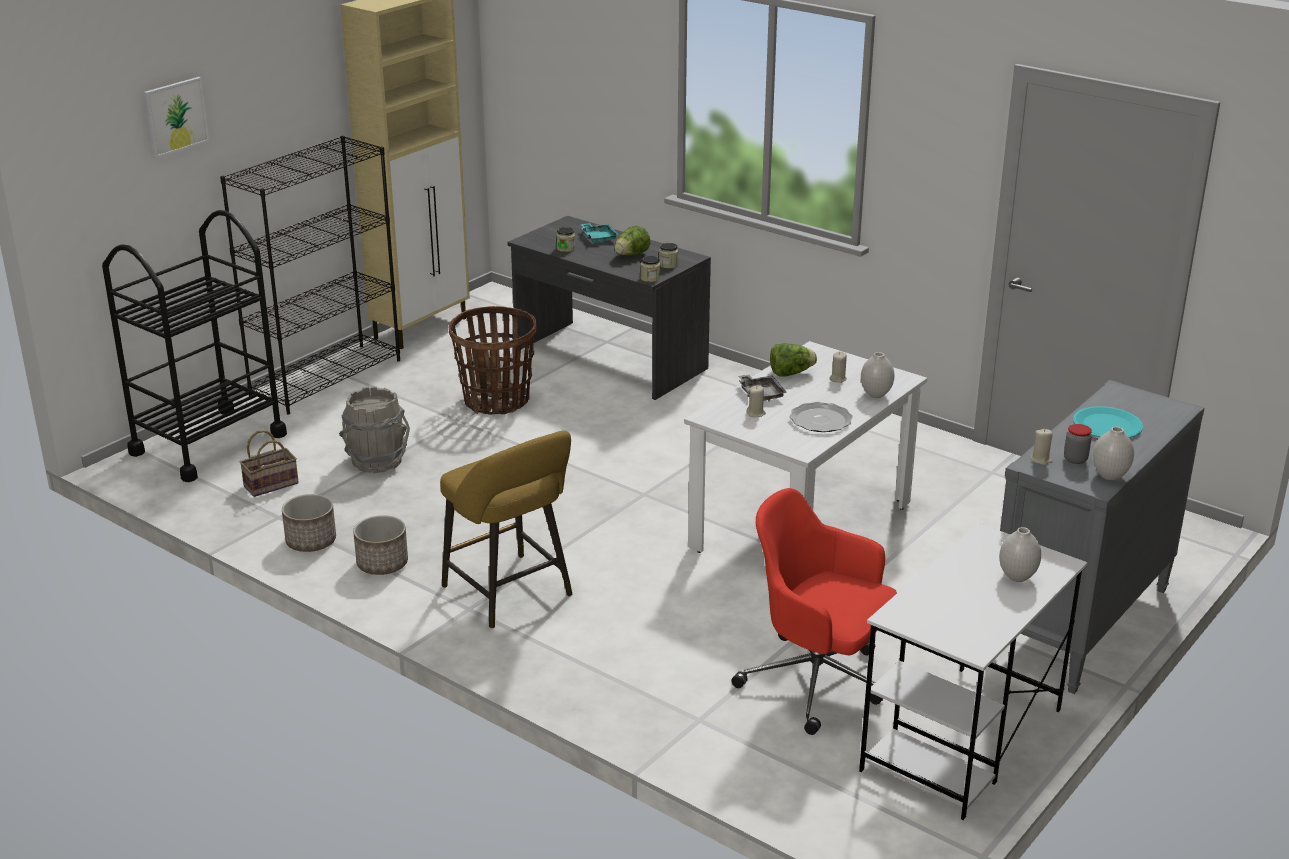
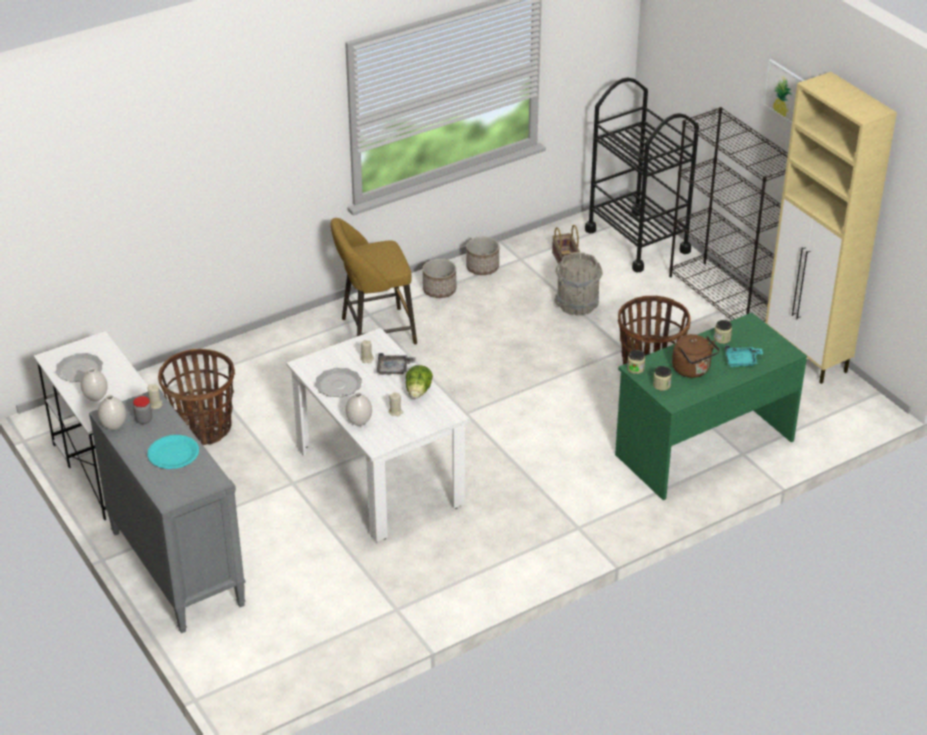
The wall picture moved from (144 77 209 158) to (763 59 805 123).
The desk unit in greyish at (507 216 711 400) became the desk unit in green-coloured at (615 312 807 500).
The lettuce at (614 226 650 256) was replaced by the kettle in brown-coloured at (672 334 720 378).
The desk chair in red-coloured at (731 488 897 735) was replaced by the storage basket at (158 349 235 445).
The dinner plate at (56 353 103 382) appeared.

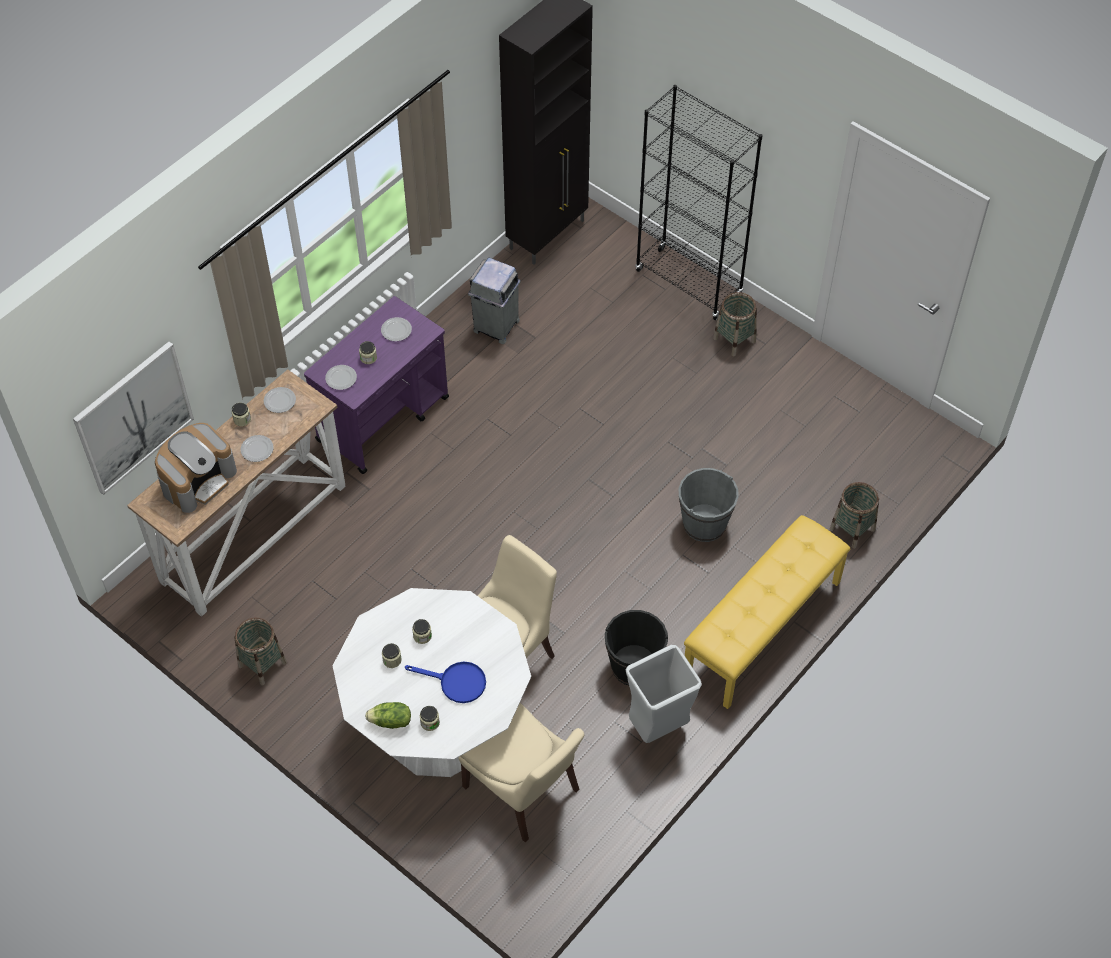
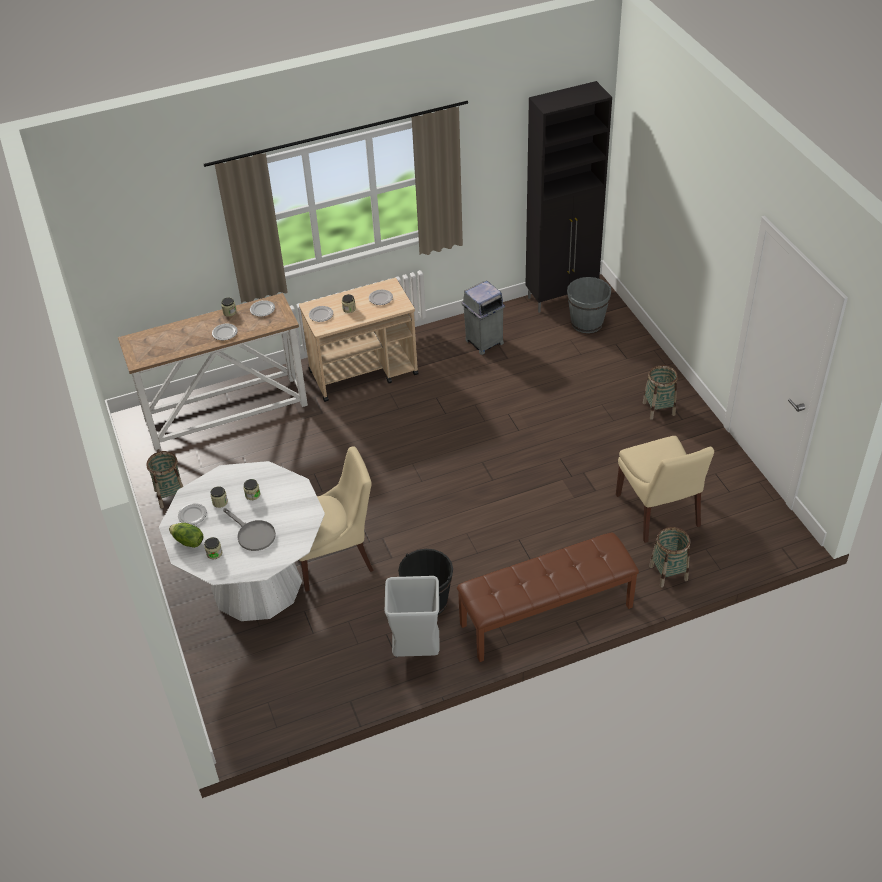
The wall picture at (73 342 194 495) disappeared.
The coffee maker at (155 423 237 513) disappeared.
The cart in purple at (304 296 449 474) became the cart in beige-coloured at (299 278 419 402).
The pan in bluish at (405 661 486 703) became the pan in greyish at (223 508 276 551).
The chair in beige-coloured moved from (458 703 584 843) to (616 436 714 543).
The bookcase in black at (635 85 763 320) disappeared.
The pail in greyish moved from (679 468 739 542) to (567 277 611 333).
The indoor bench in yellowish at (684 515 851 709) became the indoor bench in brown-coloured at (457 532 639 662).
The dinner plate at (178 503 207 525) appeared.

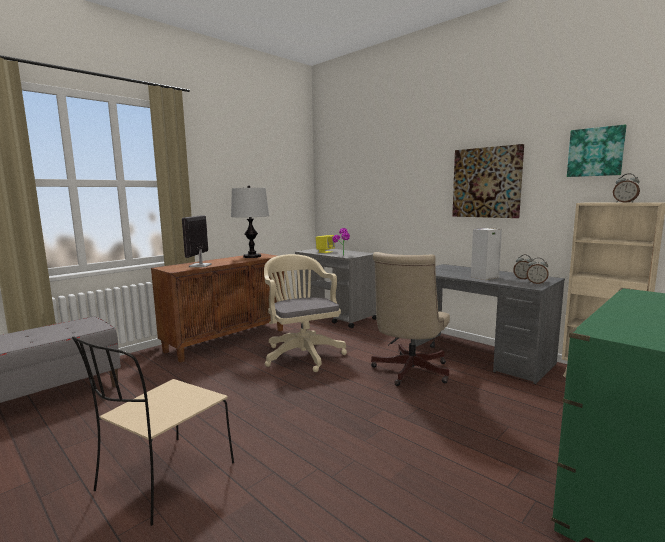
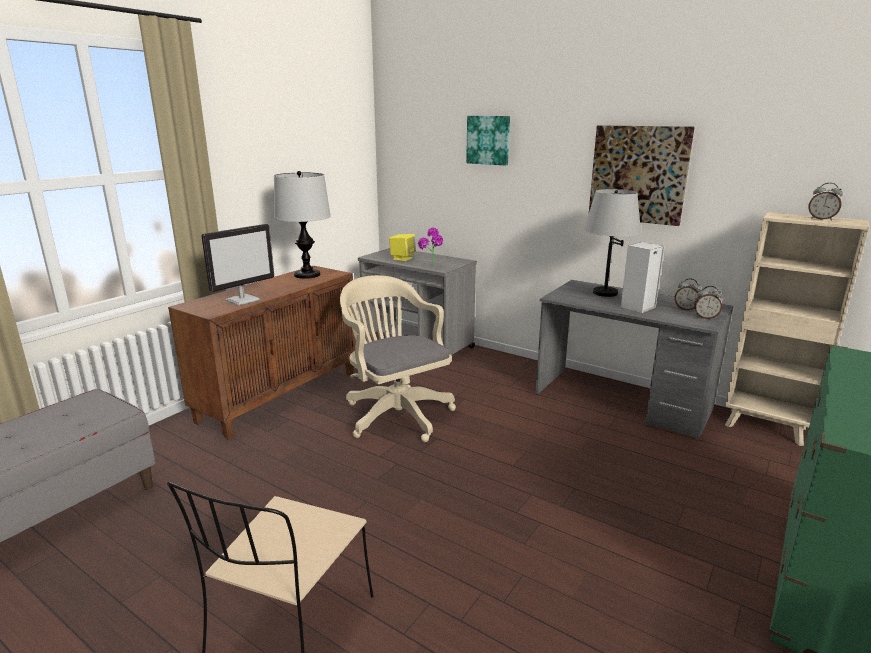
The computer screen at (182 215 212 267) turned 135 degrees counterclockwise.
The desk chair in beige-coloured at (371 252 450 386) disappeared.
The wall picture moved from (567 125 627 177) to (466 116 510 165).
The lamp for a table in greyish at (584 189 641 297) appeared.

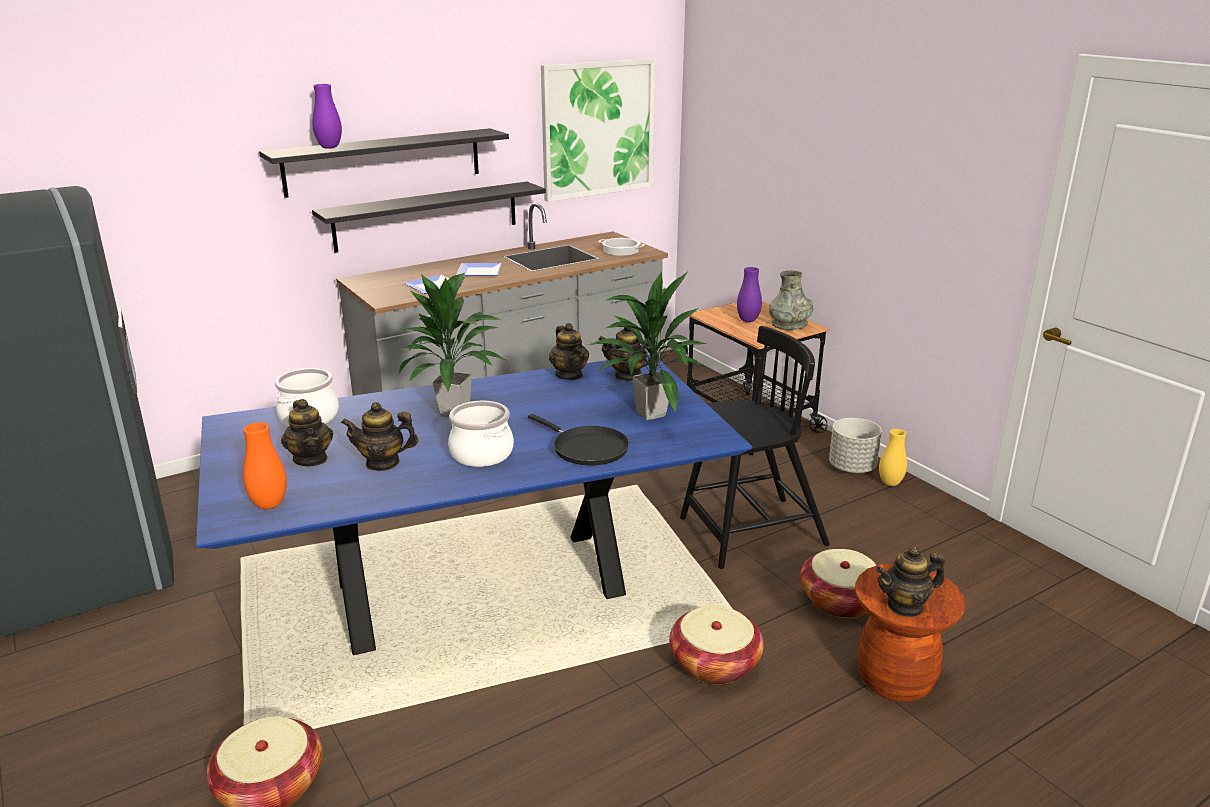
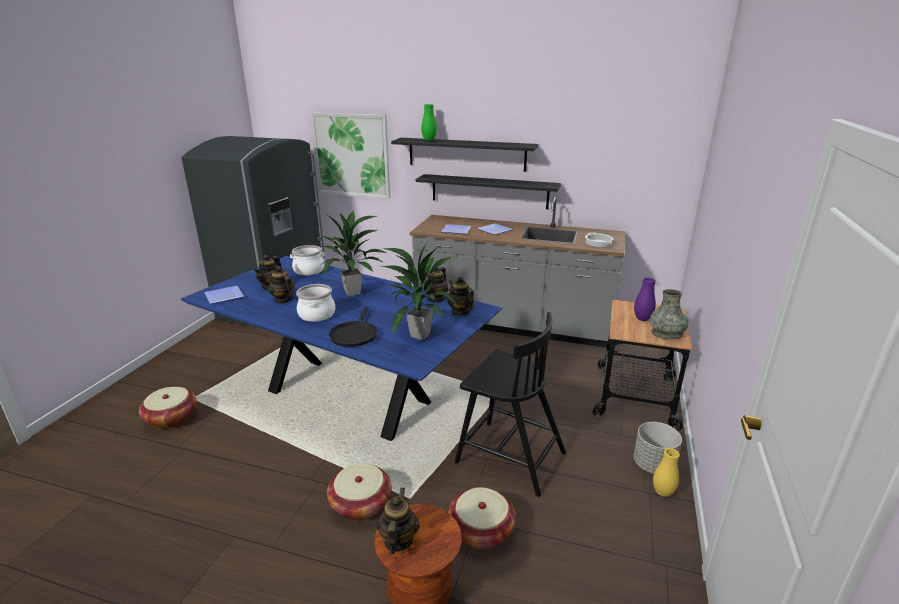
The decorative vase in orangey at (243 422 287 509) was replaced by the dinner plate at (204 286 244 304).
The decorative vase in purple at (312 84 342 149) became the decorative vase in green-coloured at (421 104 437 141).
The wall picture moved from (541 58 656 202) to (310 112 391 199).
The teapot at (876 546 945 617) turned 60 degrees clockwise.

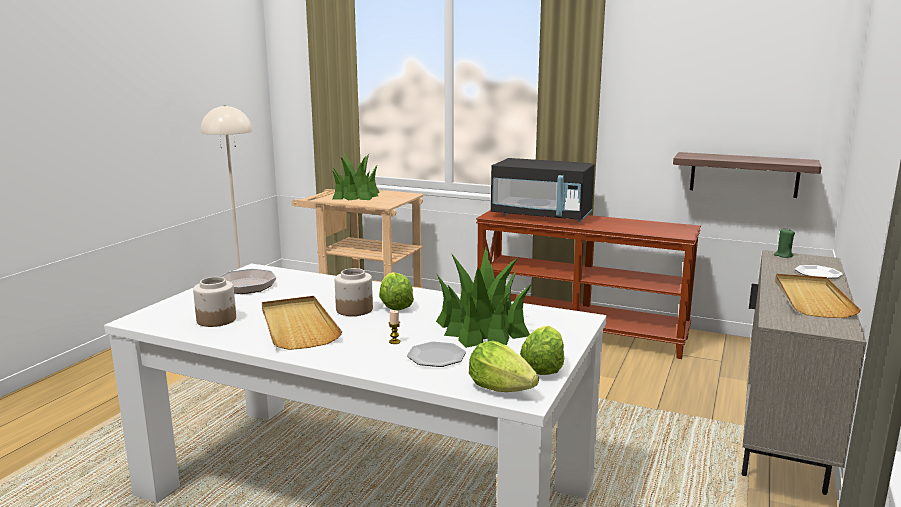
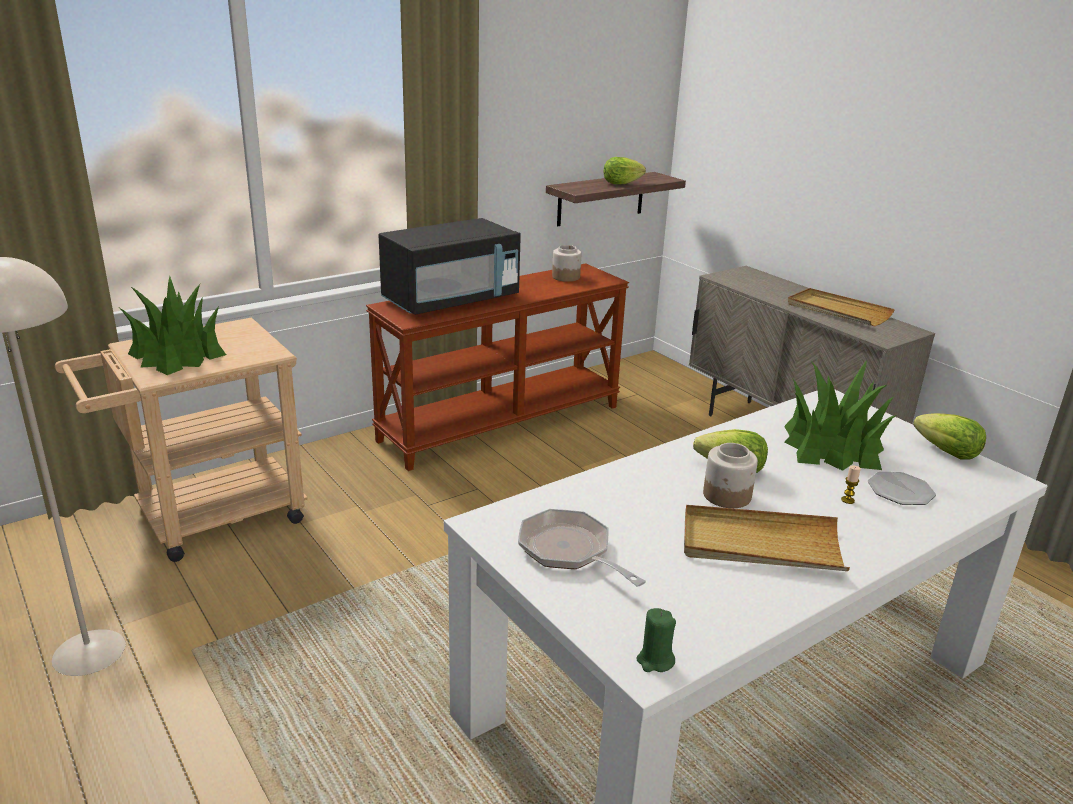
The storage jar moved from (193 277 236 327) to (552 245 581 282).
The lettuce moved from (469 340 539 392) to (604 157 646 184).
The wax light in green-coloured moved from (774 228 795 258) to (636 608 676 672).
The dinner plate at (795 265 843 278) disappeared.

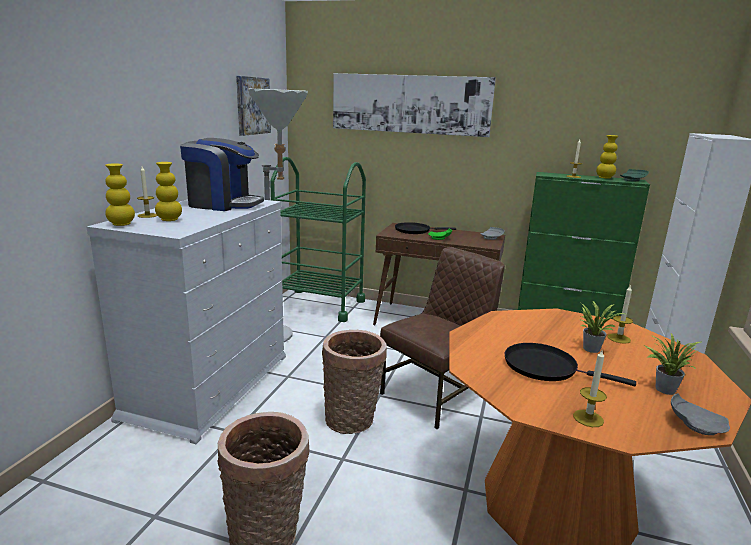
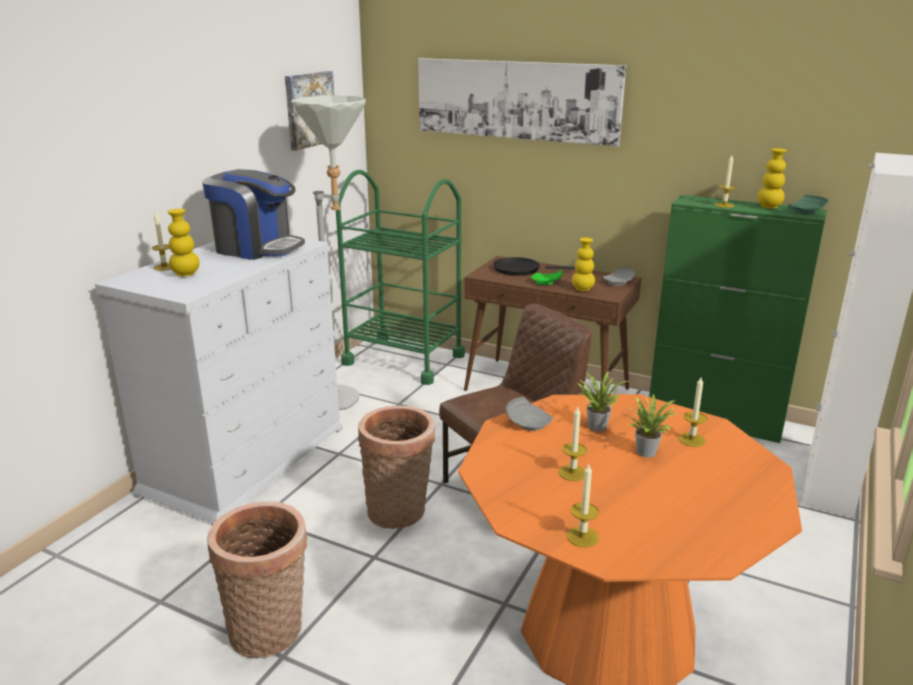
The decorative vase in yellowish moved from (105 163 135 226) to (572 238 595 291).
The pan in black at (505 343 636 386) was replaced by the wax light at (559 407 587 481).
The plant in a pot moved from (644 333 701 395) to (577 371 629 432).
The dinner plate in greyish moved from (671 393 730 435) to (506 397 553 431).

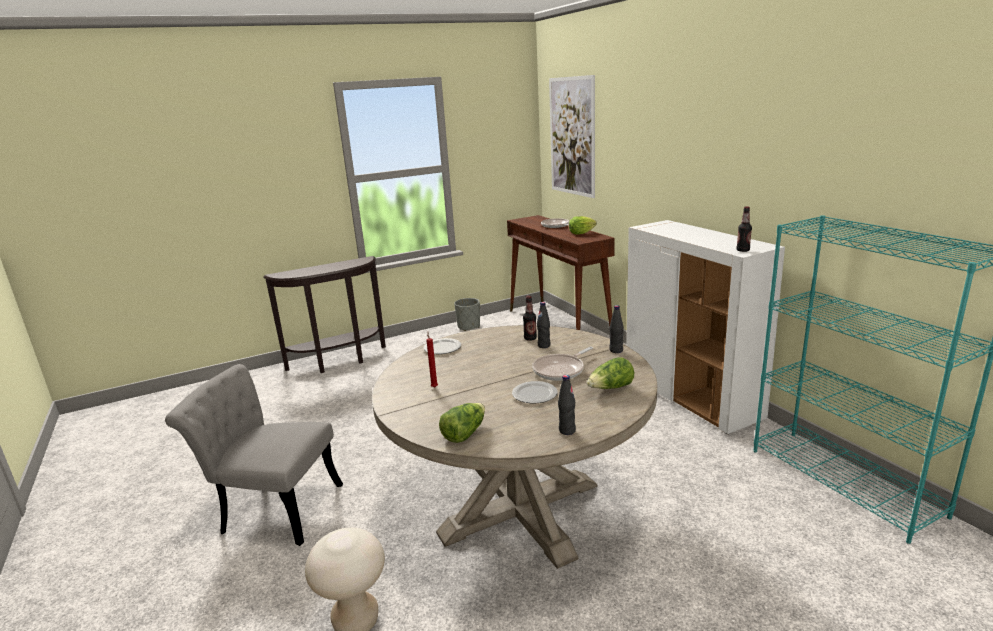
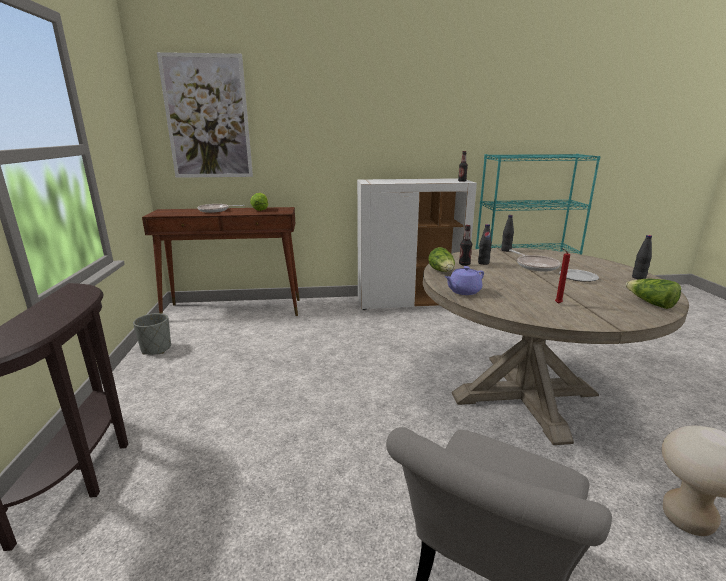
The dinner plate at (424 338 461 354) was replaced by the teapot in purple at (445 266 484 295).
The lettuce moved from (587 357 634 389) to (428 247 455 272).

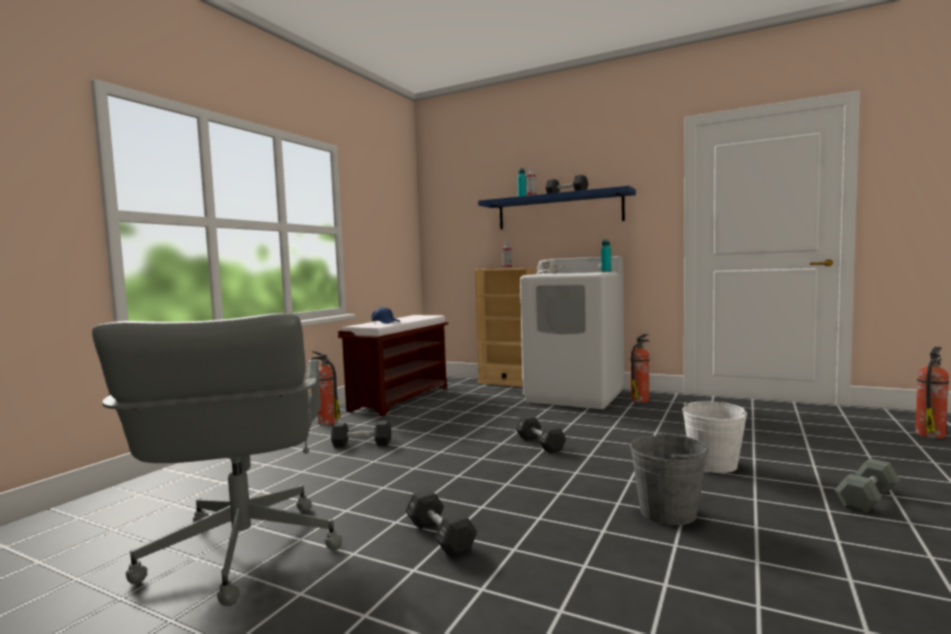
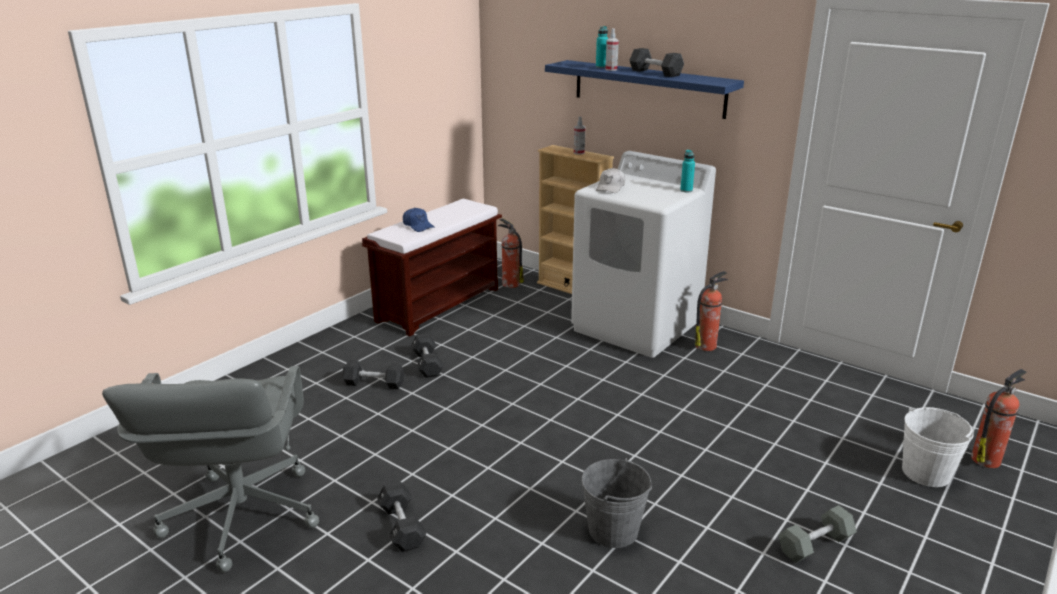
The extinguisher moved from (311 351 341 425) to (498 218 524 288).
The hand weight in black moved from (516 415 566 453) to (411 334 443 378).
The pail in whitish moved from (682 401 747 473) to (902 407 974 487).

